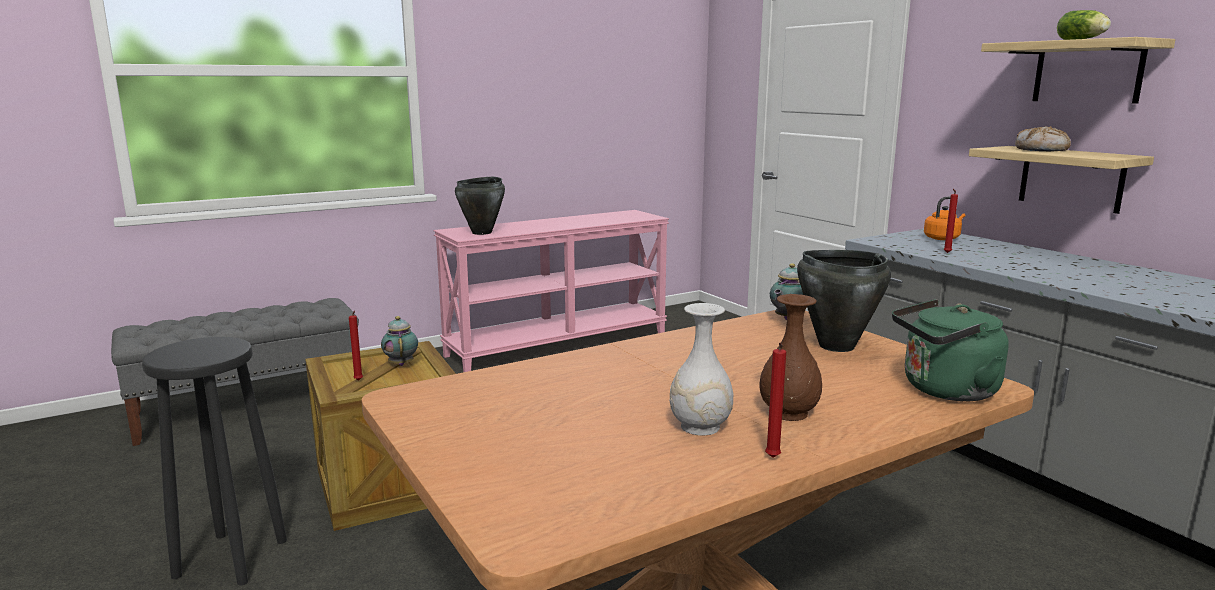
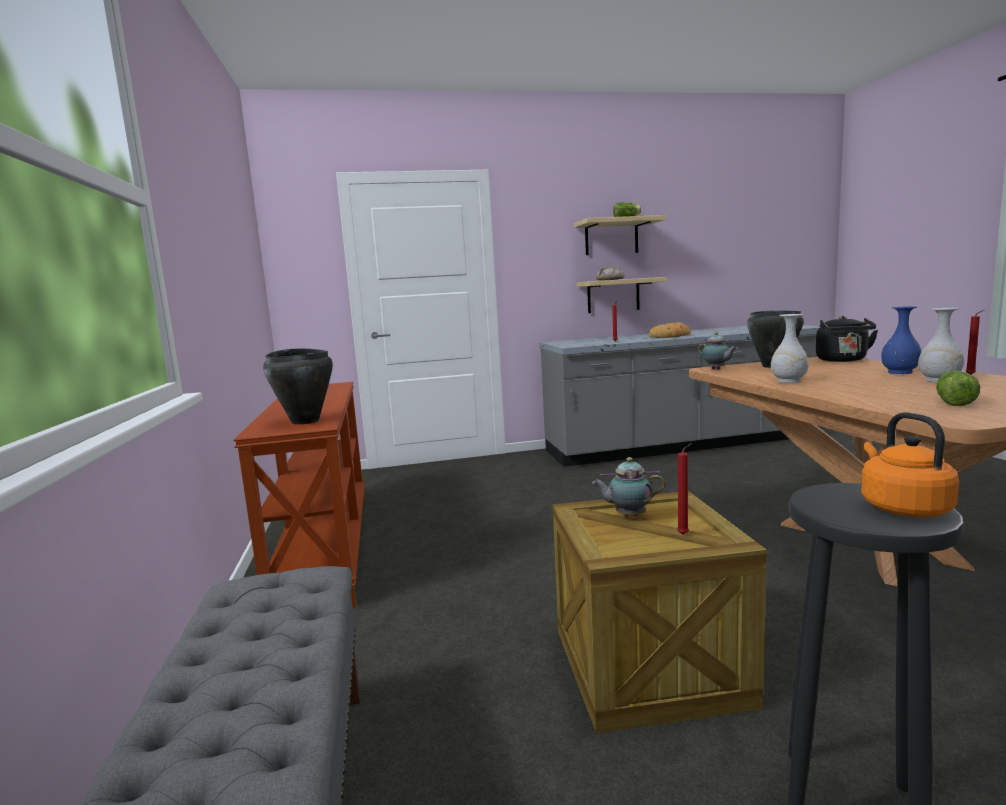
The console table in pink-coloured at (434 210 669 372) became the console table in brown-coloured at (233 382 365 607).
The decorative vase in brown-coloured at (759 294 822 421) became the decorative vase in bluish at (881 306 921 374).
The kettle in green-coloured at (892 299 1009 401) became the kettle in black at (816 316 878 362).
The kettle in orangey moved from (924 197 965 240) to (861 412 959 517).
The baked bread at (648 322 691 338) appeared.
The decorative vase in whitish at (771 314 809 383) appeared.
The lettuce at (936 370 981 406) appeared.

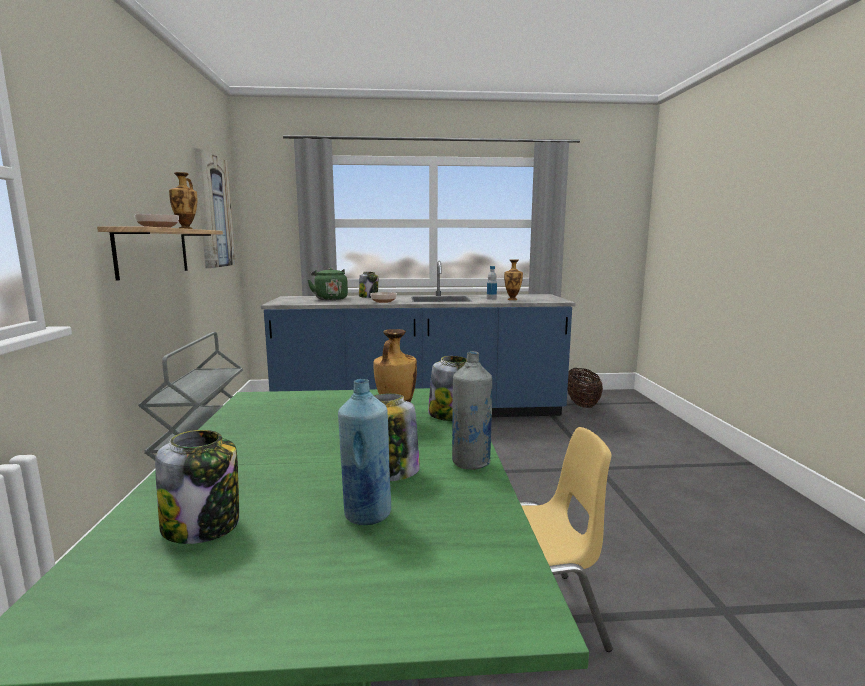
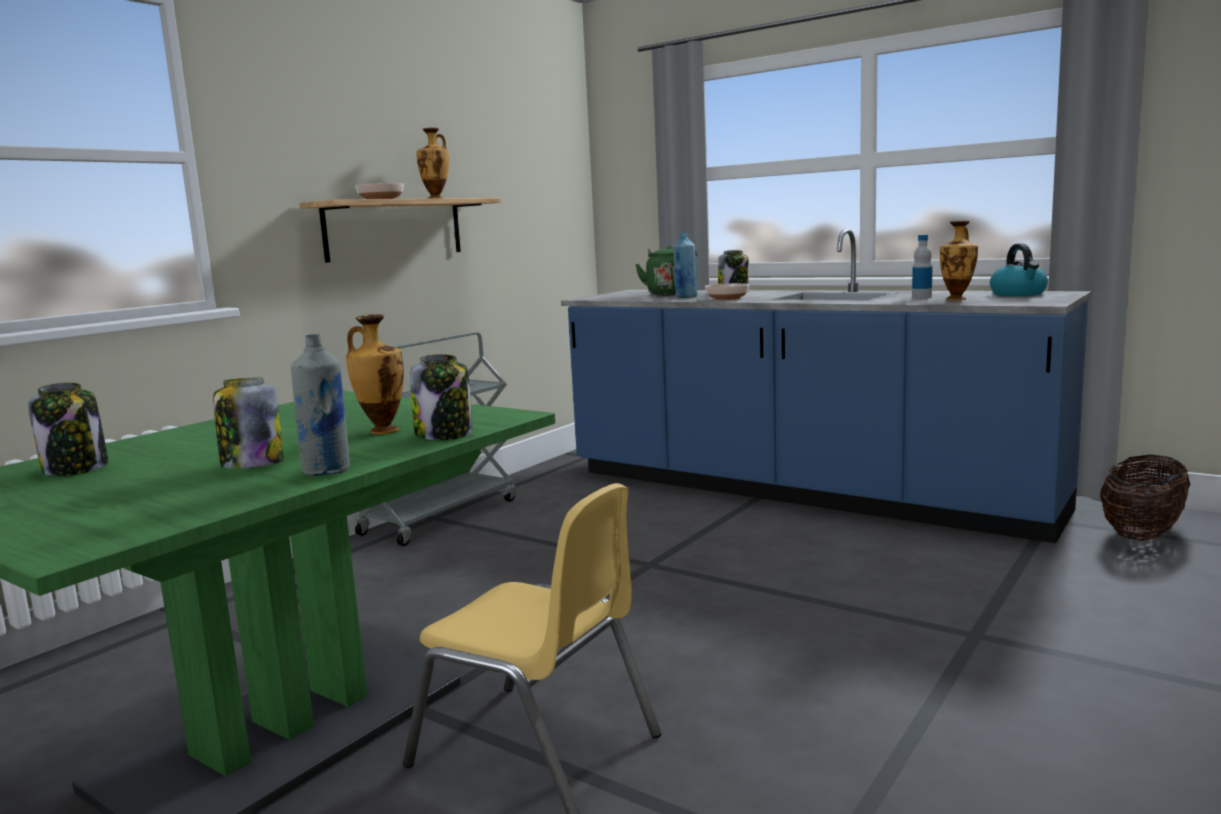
The wall picture at (195 149 236 268) disappeared.
The drink bottle in bluish moved from (338 379 391 525) to (673 232 698 298).
The kettle at (990 243 1048 296) appeared.

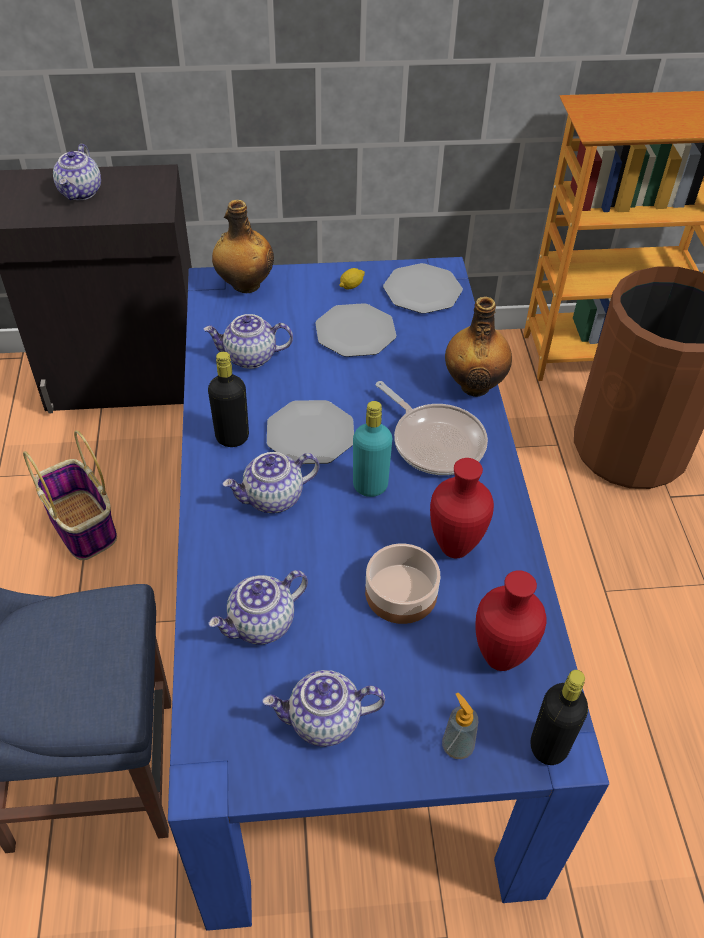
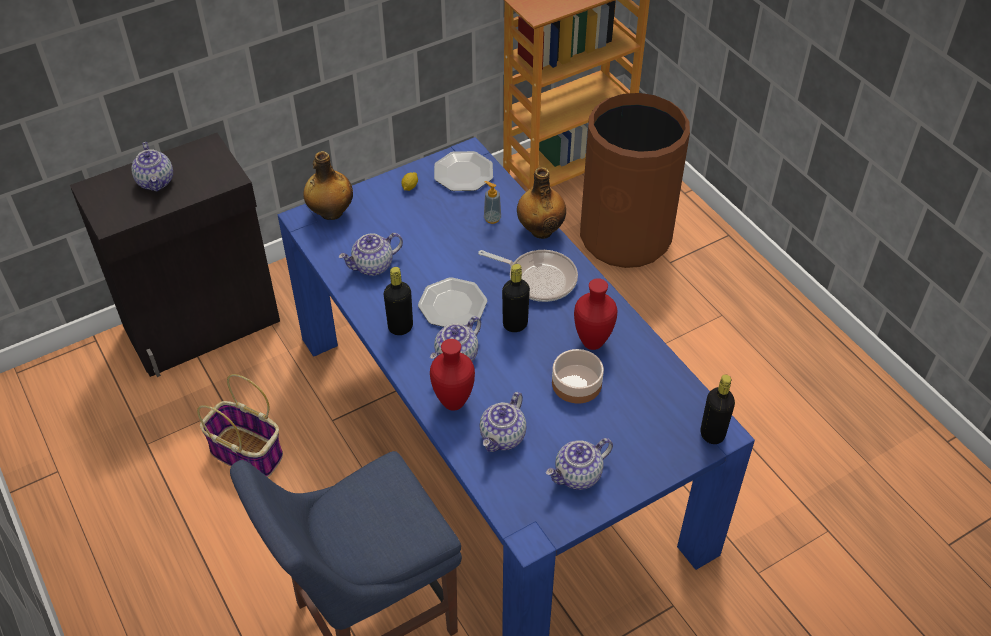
The dinner plate at (315 303 397 357) disappeared.
The drink bottle in blue-green at (353 401 393 497) became the drink bottle in black at (502 264 530 332).
The liquid soap bottle moved from (442 693 478 759) to (484 181 501 224).
The decorative vase in red-coloured moved from (476 570 546 671) to (430 339 475 411).

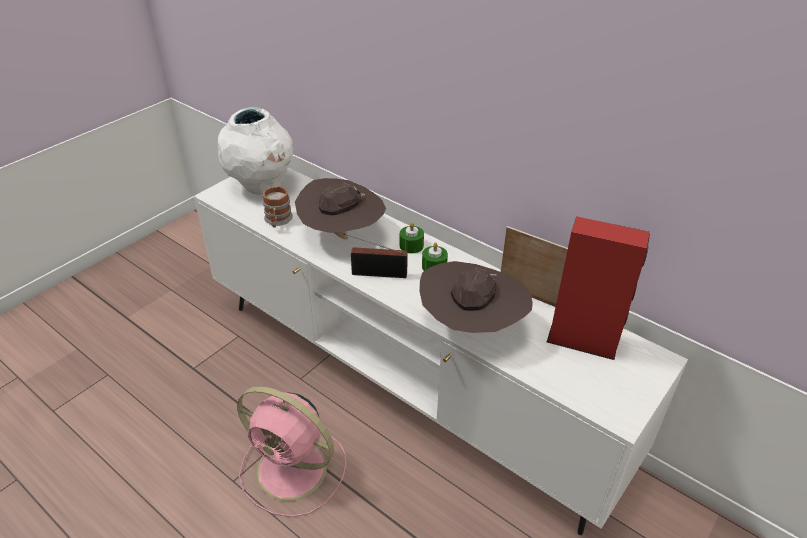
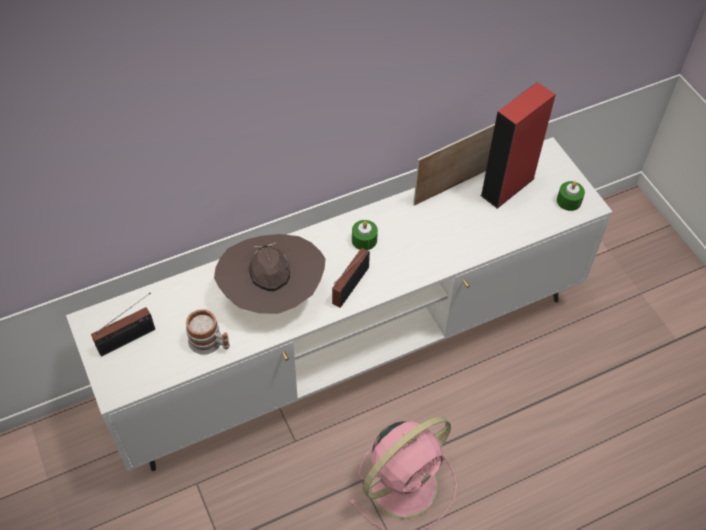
The decorative vase in whitish at (218 107 293 195) was replaced by the radio set at (91 293 155 356).
The wax light in green-coloured moved from (400 222 424 253) to (557 181 585 211).
The clothing hat in brown-coloured at (420 261 533 333) disappeared.

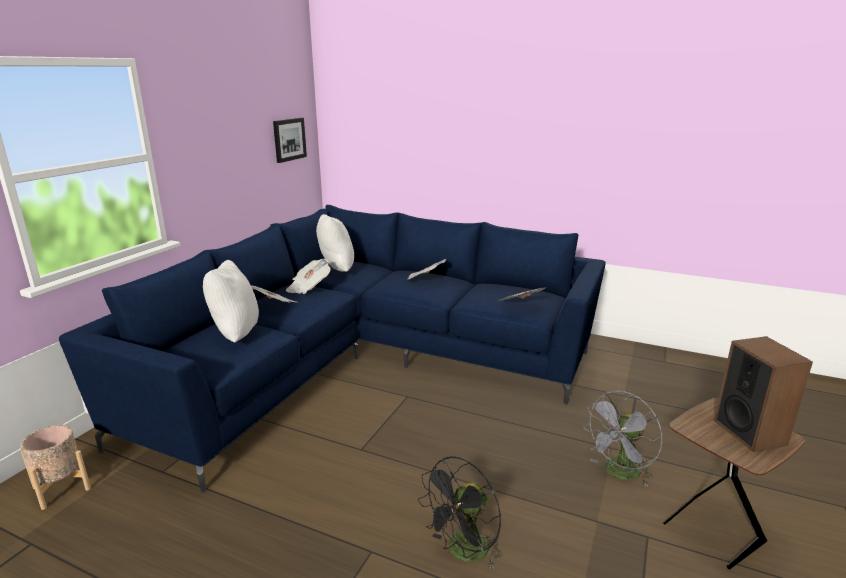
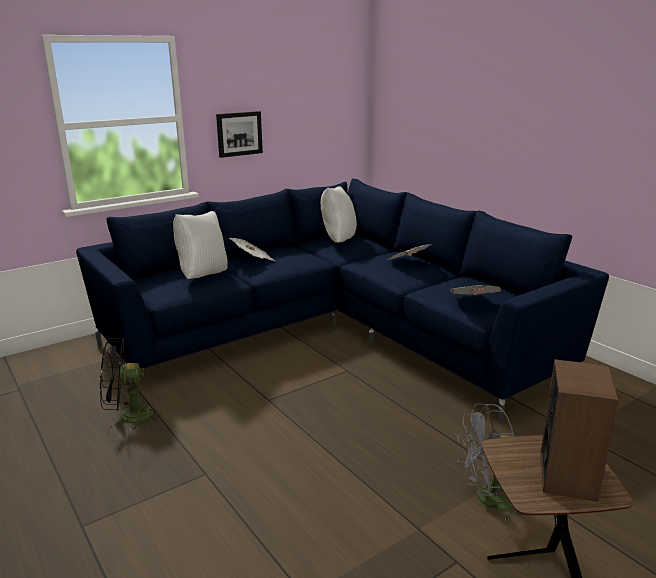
The flower pot in beige-coloured at (20 425 91 510) disappeared.
The wall picture moved from (273 118 307 163) to (216 111 263 158).
The newspaper at (286 259 331 294) disappeared.
The cooling fan in black moved from (418 456 502 570) to (100 338 162 430).

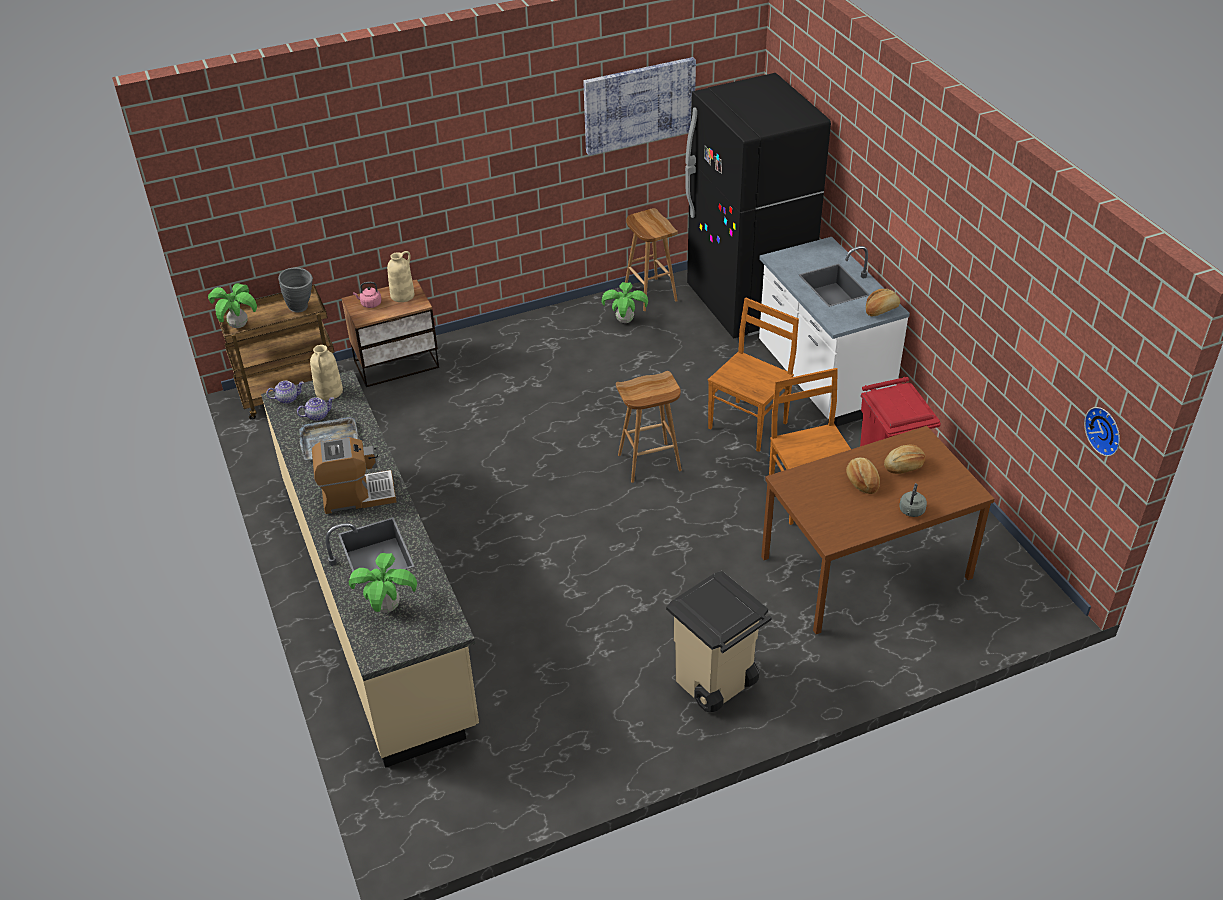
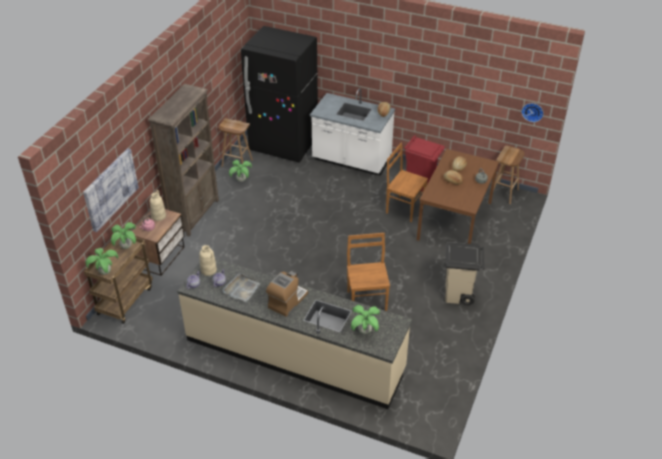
The decorative vase in greyish at (278 267 313 312) was replaced by the plant in a pot at (111 222 136 249).
The wall picture moved from (583 57 696 155) to (83 148 139 232).
The stool seat in brown-coloured moved from (616 371 682 483) to (493 145 525 204).
The chair in brown-coloured moved from (708 297 799 452) to (347 233 390 311).
The bookcase in brown-coloured at (148 84 219 237) appeared.

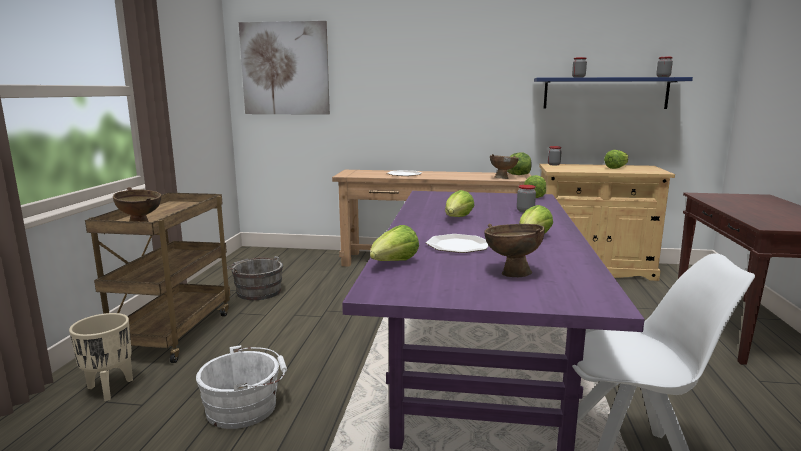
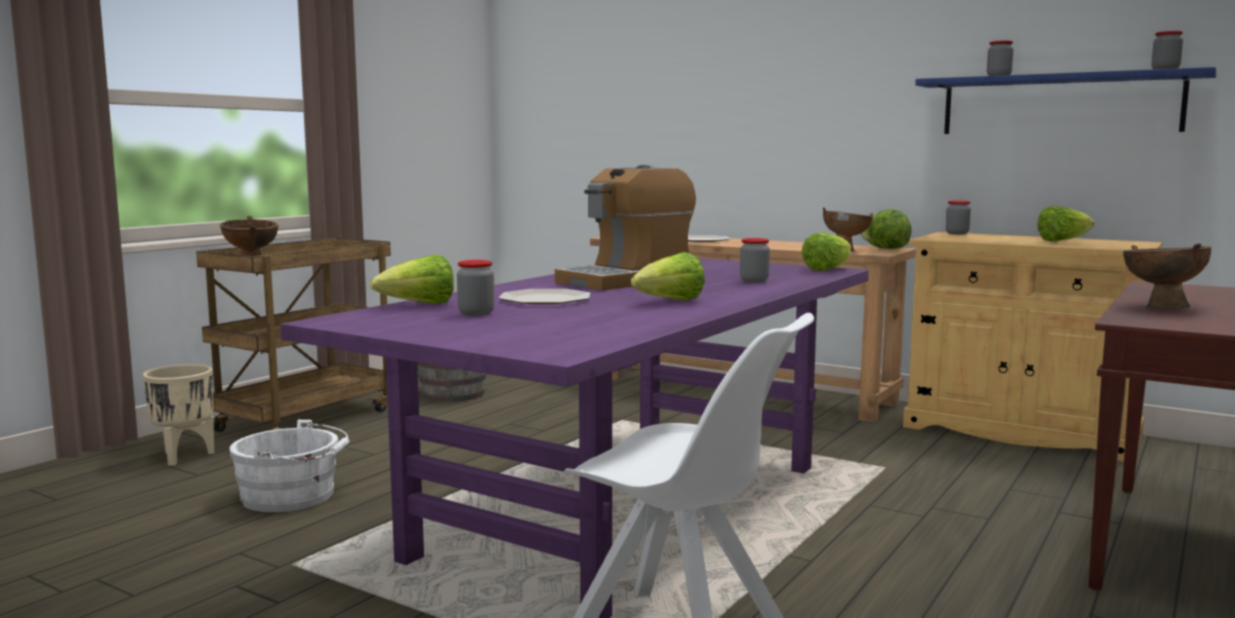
The wall picture at (239 21 330 115) disappeared.
The lettuce at (445 190 474 217) was replaced by the coffee maker at (555 165 696 291).
The deep dish in brown-coloured moved from (484 224 545 277) to (1123 243 1211 309).
The storage jar at (457 260 494 316) appeared.

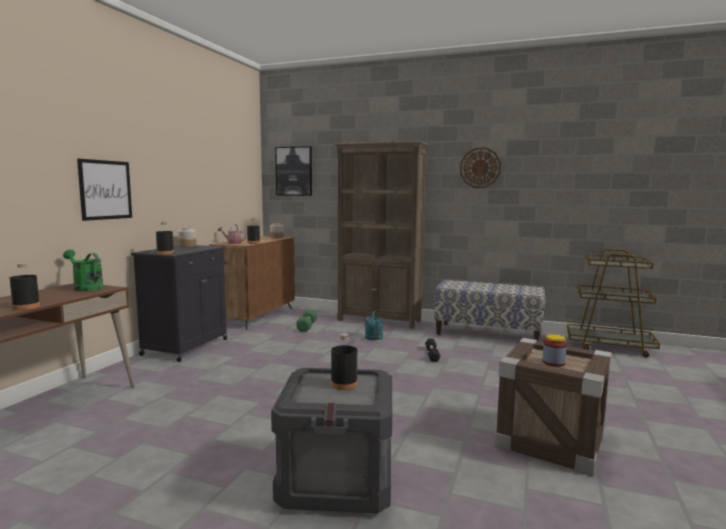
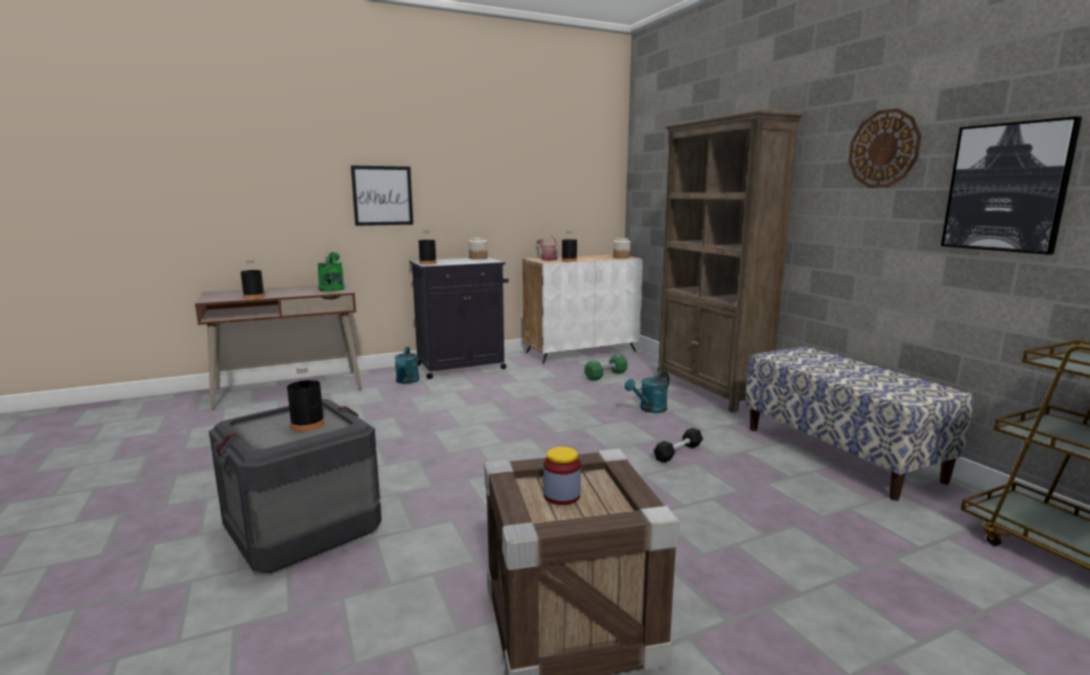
The cabinet in brown-coloured at (210 236 295 330) became the cabinet in whitish at (522 254 643 364).
The wall picture moved from (275 146 312 196) to (941 116 1082 255).
The sprinkling can in blue-green at (395 347 419 384) appeared.

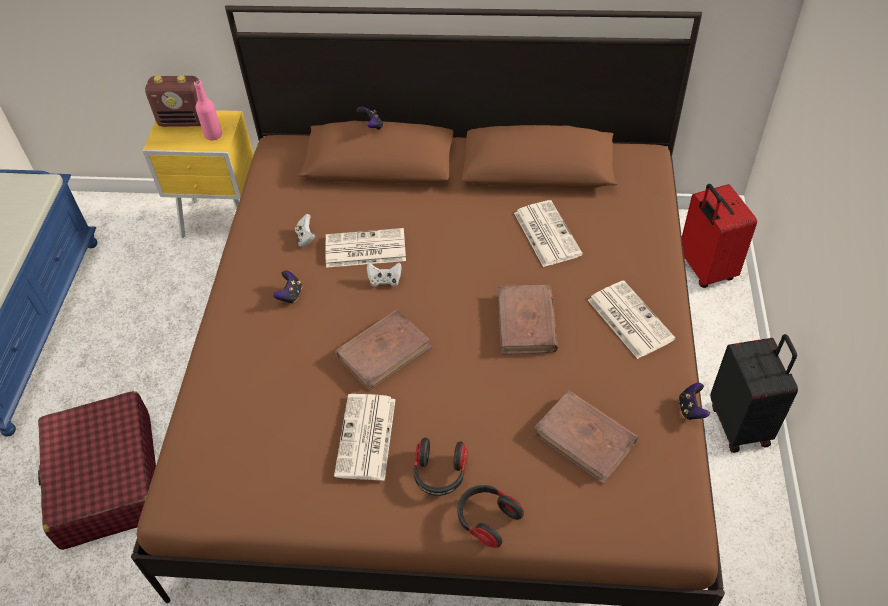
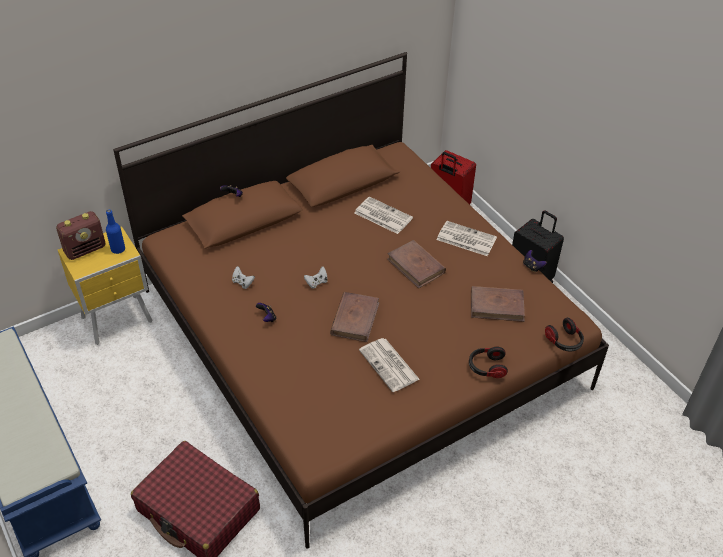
The drink bottle in pink-coloured at (194 80 222 141) became the drink bottle in bluish at (106 210 125 254).
The newspaper at (326 228 406 268) disappeared.
The headphones moved from (413 438 468 496) to (545 317 584 351).

